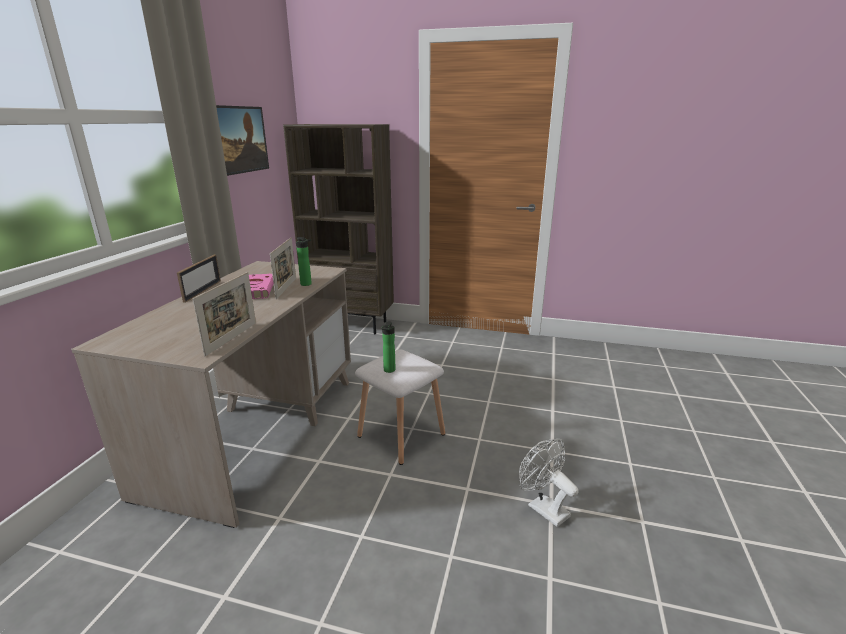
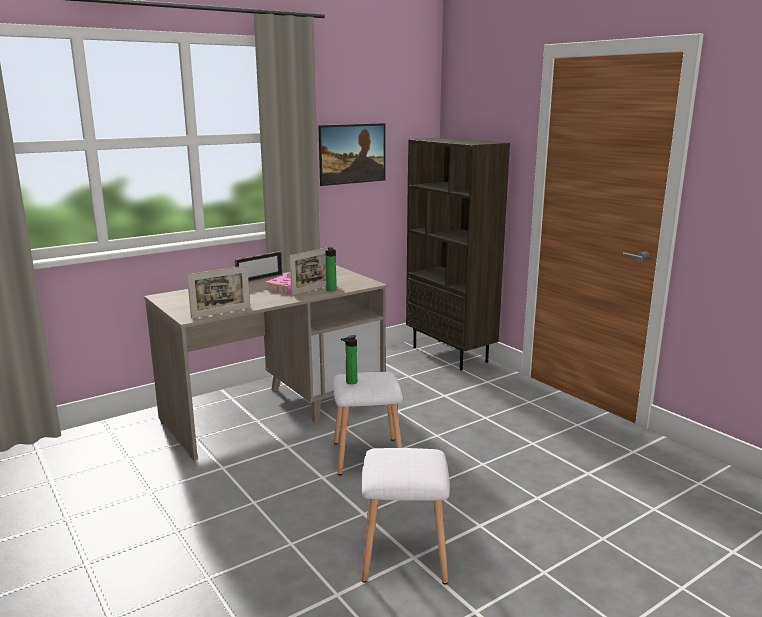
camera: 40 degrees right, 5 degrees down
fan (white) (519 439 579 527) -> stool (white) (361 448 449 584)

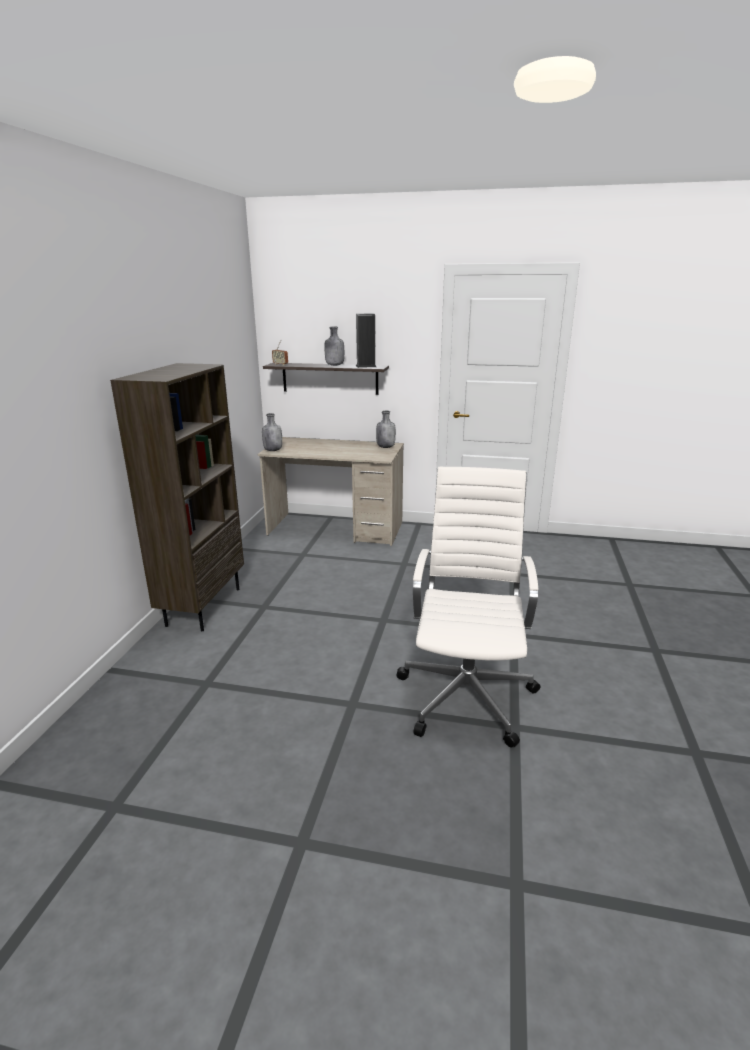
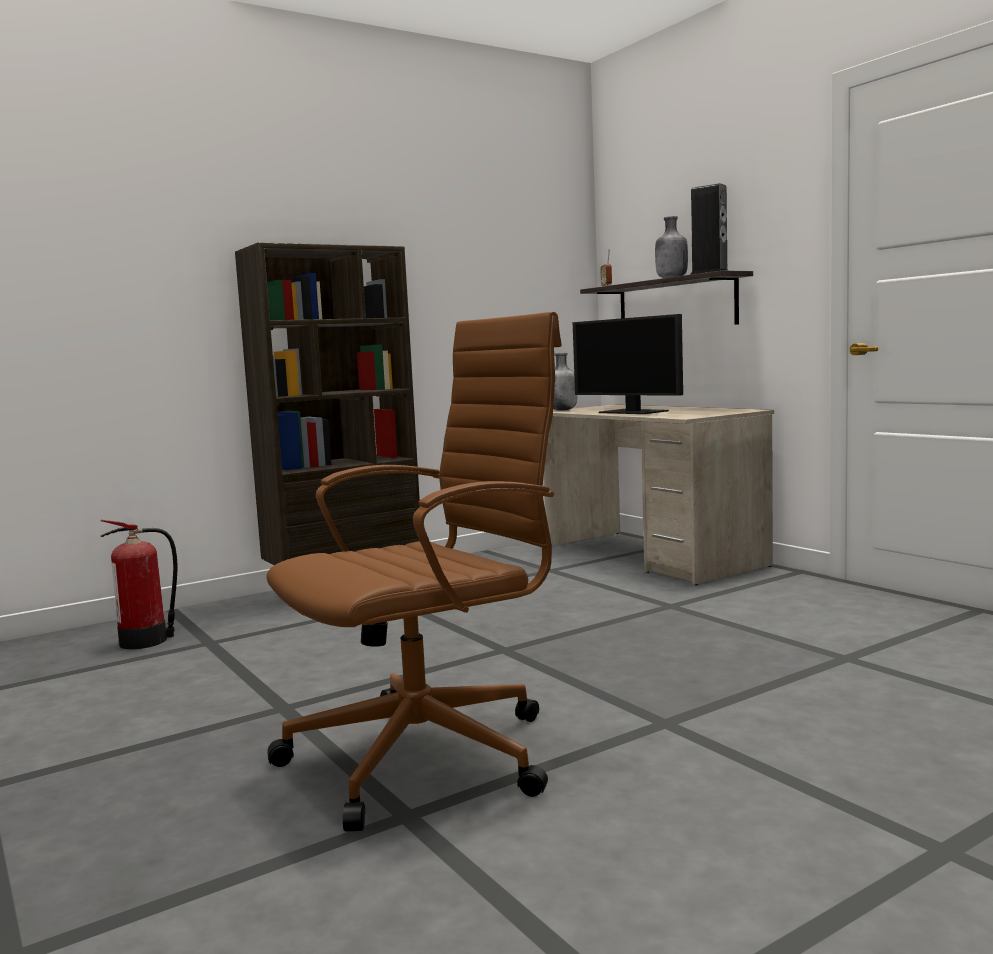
camera: 45 degrees right, 15 degrees down
bottle (greyish) (376 411 396 448) -> none
computer chair (white) (396 466 540 747) -> computer chair (brownish) (266 312 562 832)
none -> fire-fighting cylinder (100 520 178 649)
none -> computer screen (573 314 683 414)

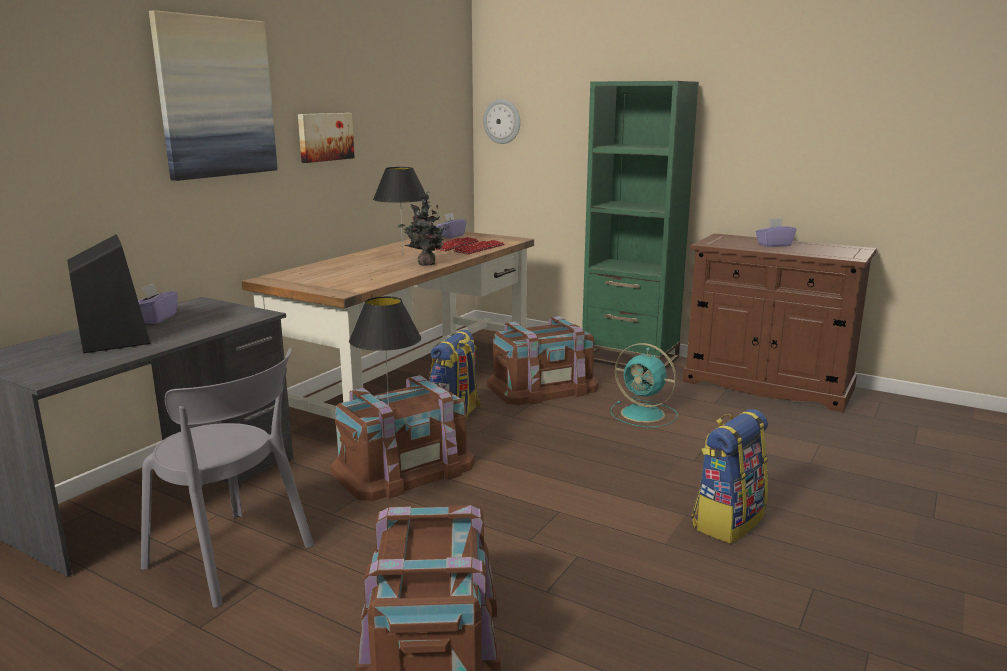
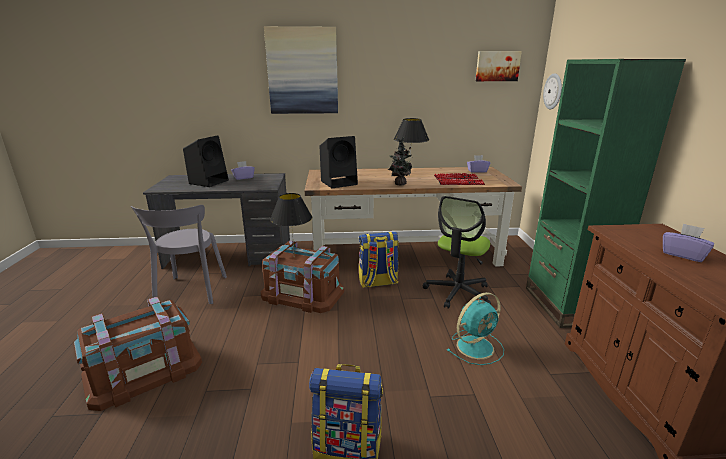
camera: 55 degrees right, 5 degrees up
wall art (298 113 355 163) -> wall art (475 51 522 81), shifted
storage container (brownish) (487 316 599 405) -> computer chair (423 196 491 309)
fan (turquoise-coloured) (610 343 678 427) -> fan (turquoise-coloured) (447 292 504 365), 120 degrees counterclockwise
none -> speaker (blackish) (320 136 358 188)

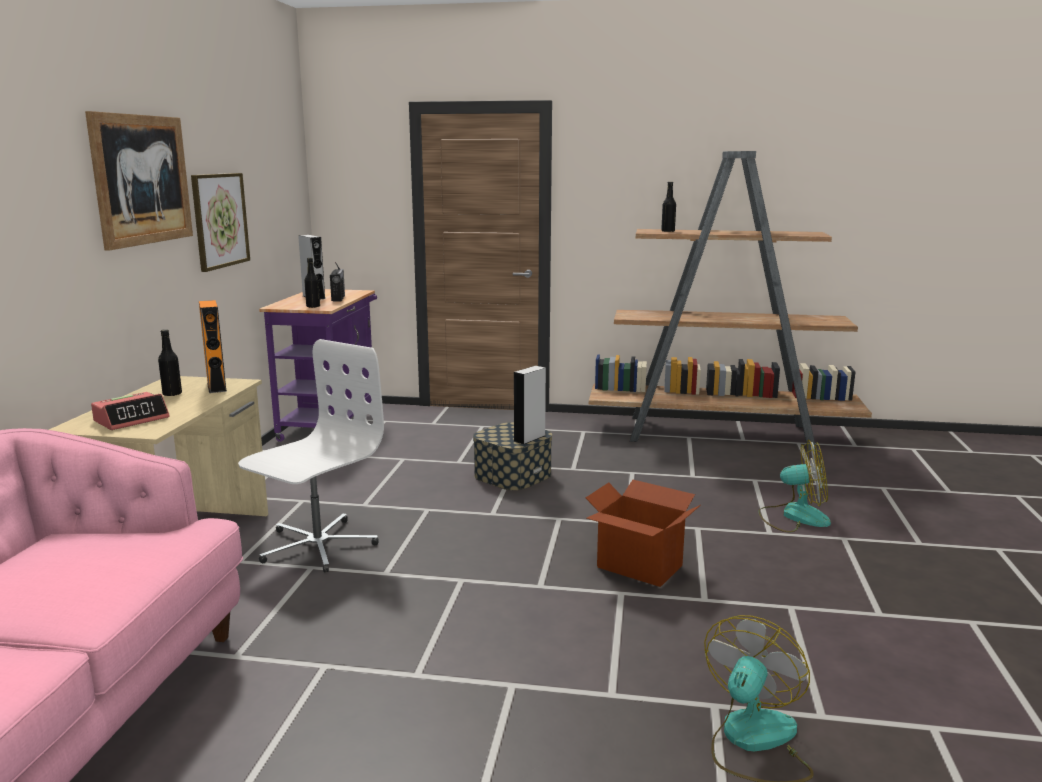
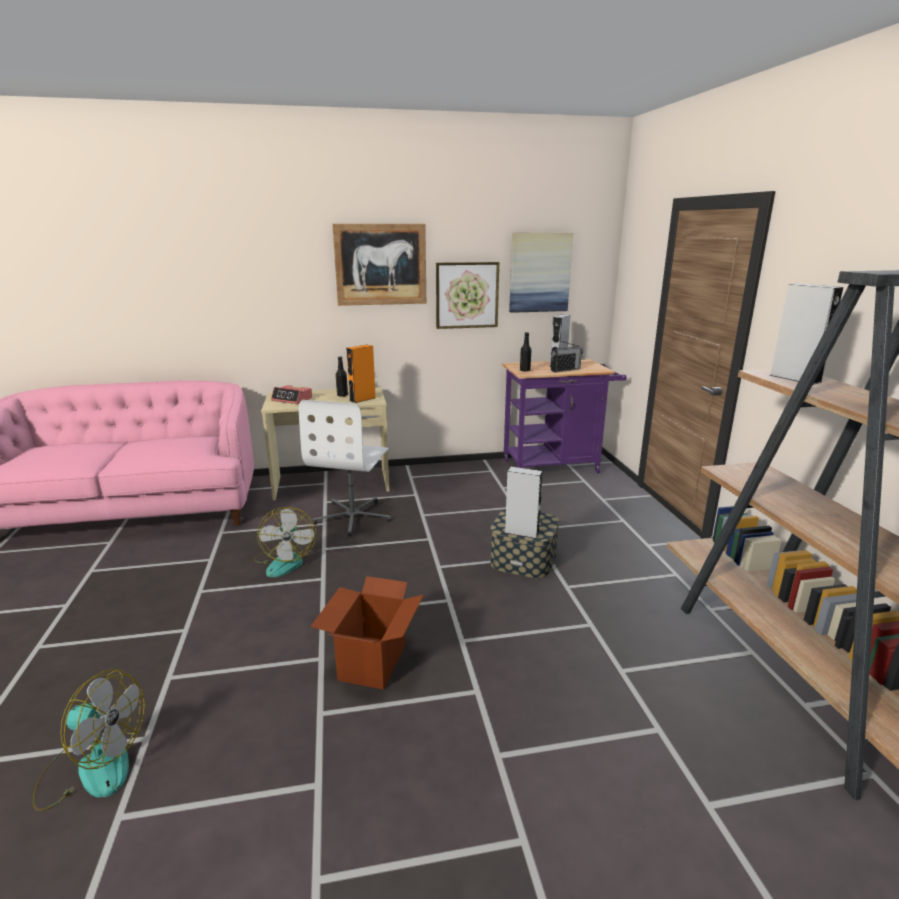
camera: 70 degrees right, 5 degrees up
computer chair (white) (238 339 384 572) -> computer chair (white) (299 400 391 536), 90 degrees clockwise
bottle (blackish) (661 182 676 232) -> speaker (greyish) (769 284 843 385)
fan (758 440 831 532) -> fan (254 507 316 577), shifted
none -> wall art (509 233 573 313)

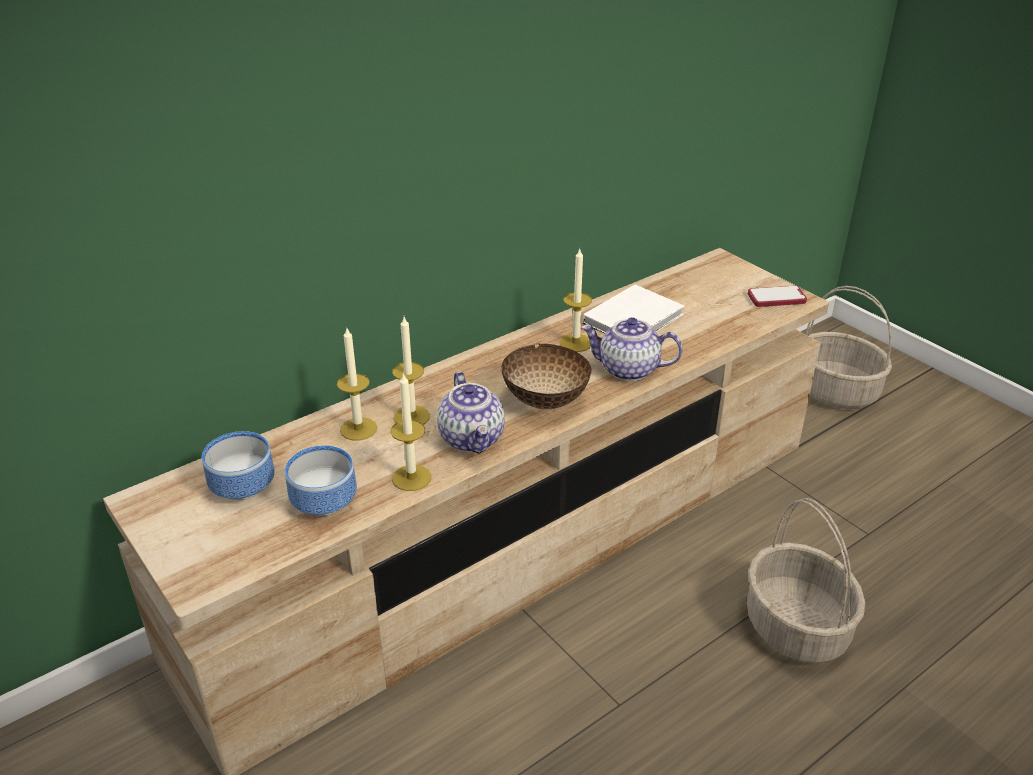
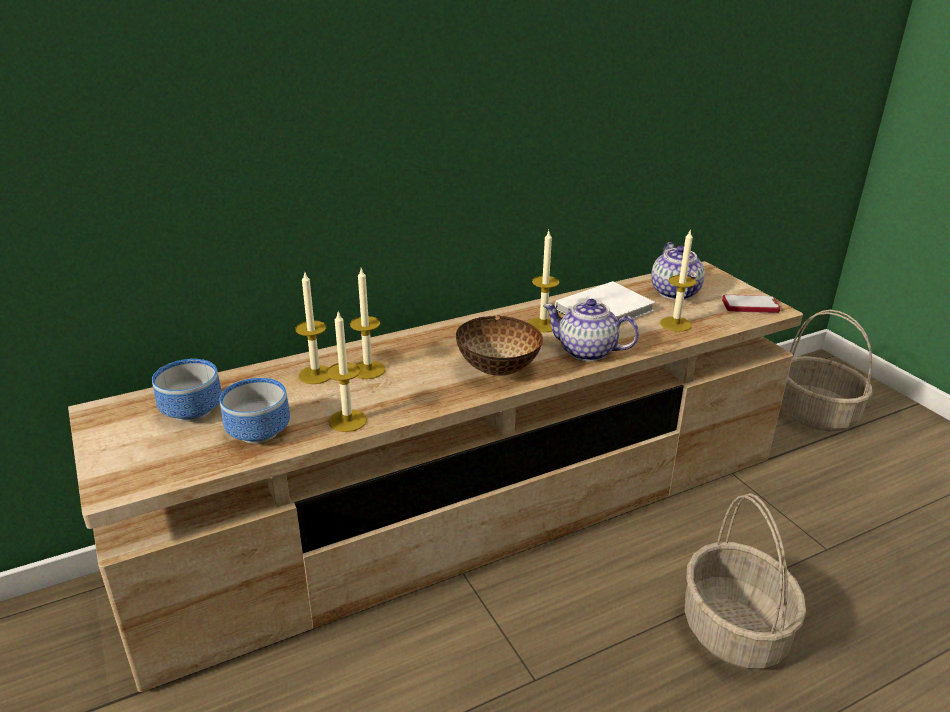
camera: 10 degrees right, 5 degrees down
pot for tea (437 372 505 454) -> pot for tea (651 242 705 300), shifted
none -> wax light (660 229 696 332)

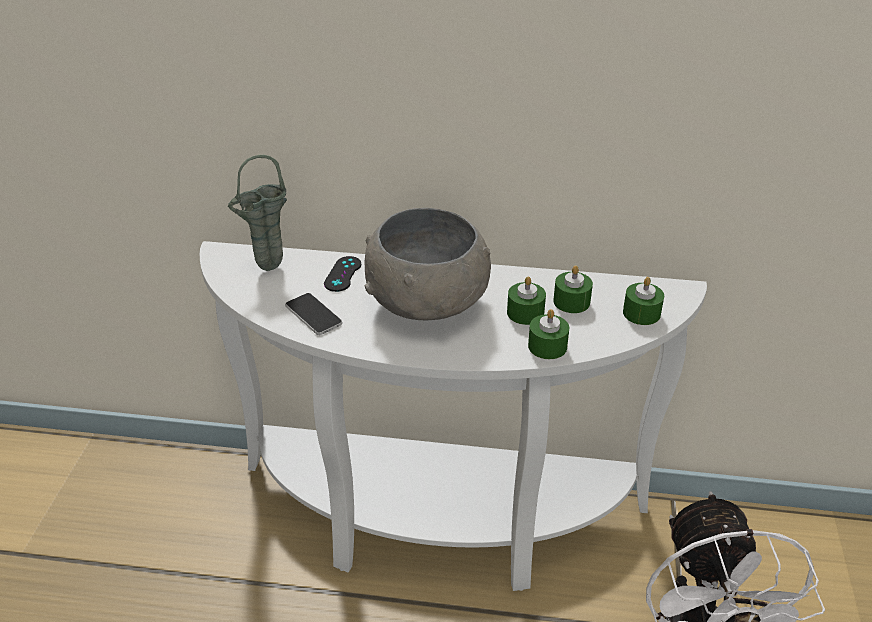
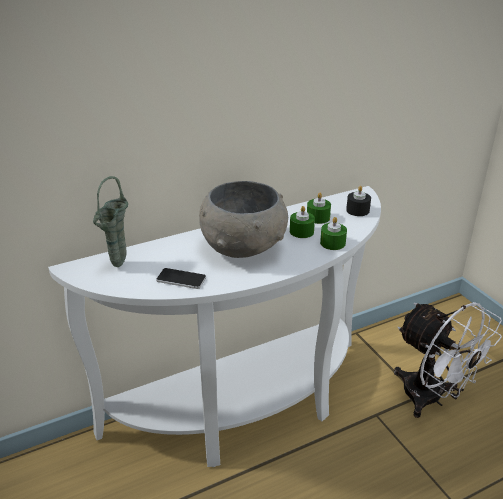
camera: 35 degrees left, 5 degrees down
gamepad (blackish) (324 256 361 292) -> none
wax light (green-coloured) (623 277 664 325) -> wax light (blackish) (346 186 371 216)

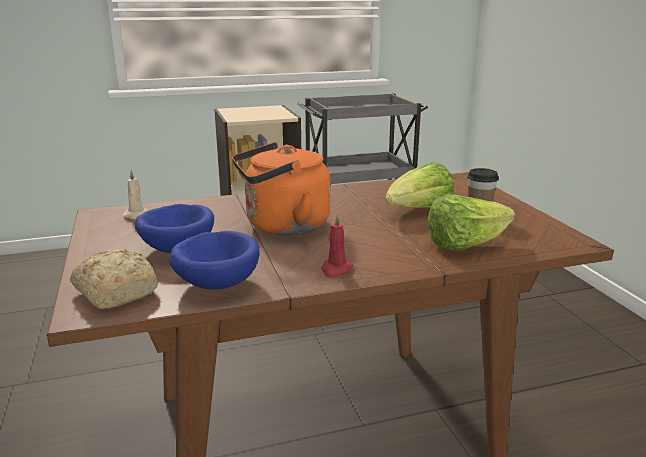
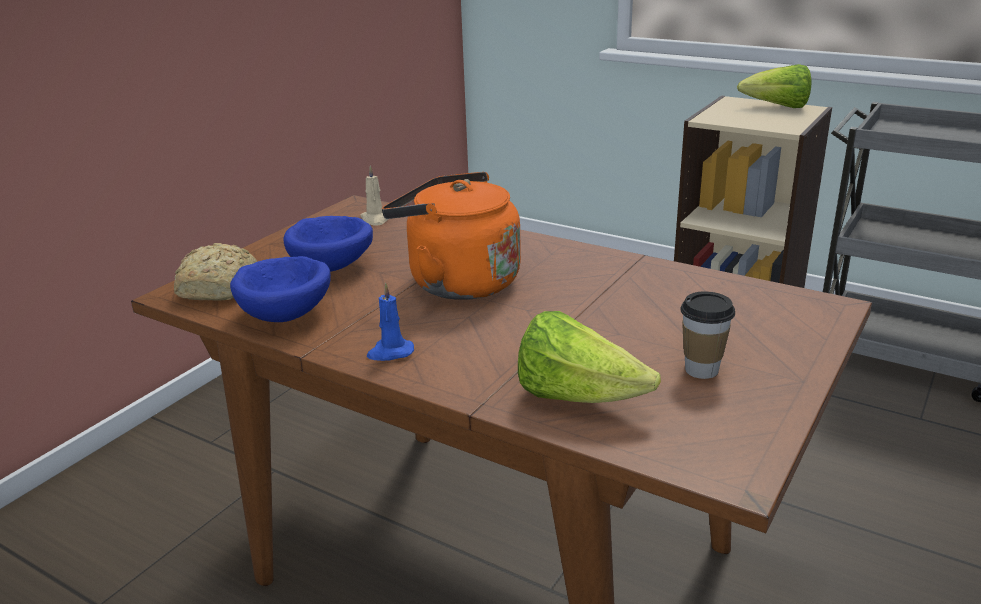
camera: 50 degrees right, 5 degrees up
wax light (red-coloured) (321 213 354 278) -> wax light (blue-coloured) (367 282 414 361)
head of lettuce (385 162 454 208) -> head of lettuce (737 64 812 108), shifted

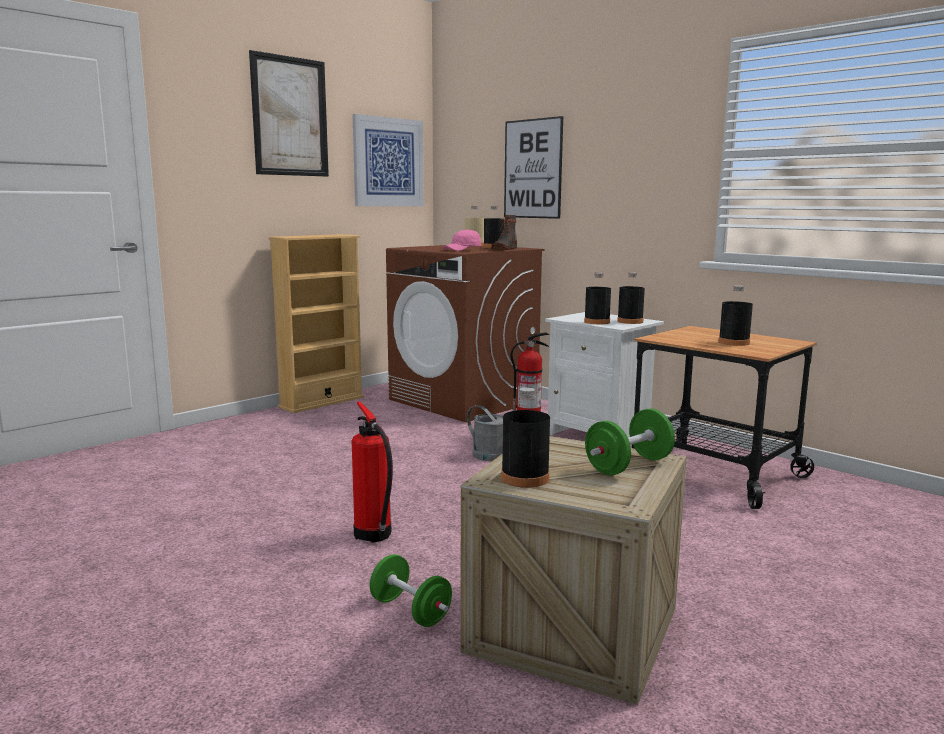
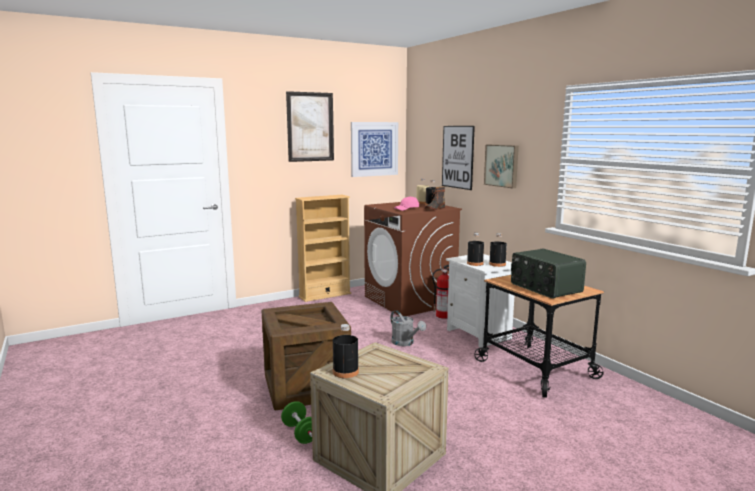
camera: 15 degrees right, 0 degrees up
fire-fighting cylinder (351 402 393 542) -> crate (262 302 351 411)
hand weight (green-coloured) (585 409 675 476) -> none
bottle (blackish) (719 286 753 346) -> radio receiver (511 249 586 298)
none -> wall art (484 145 519 188)

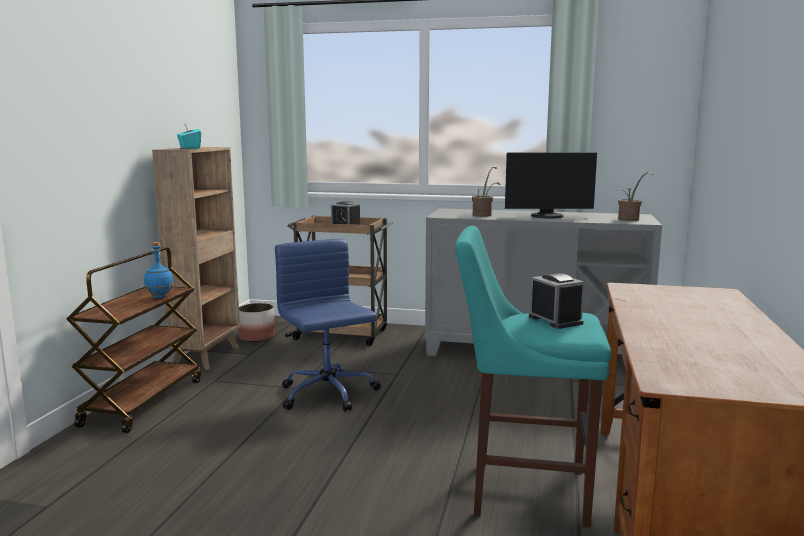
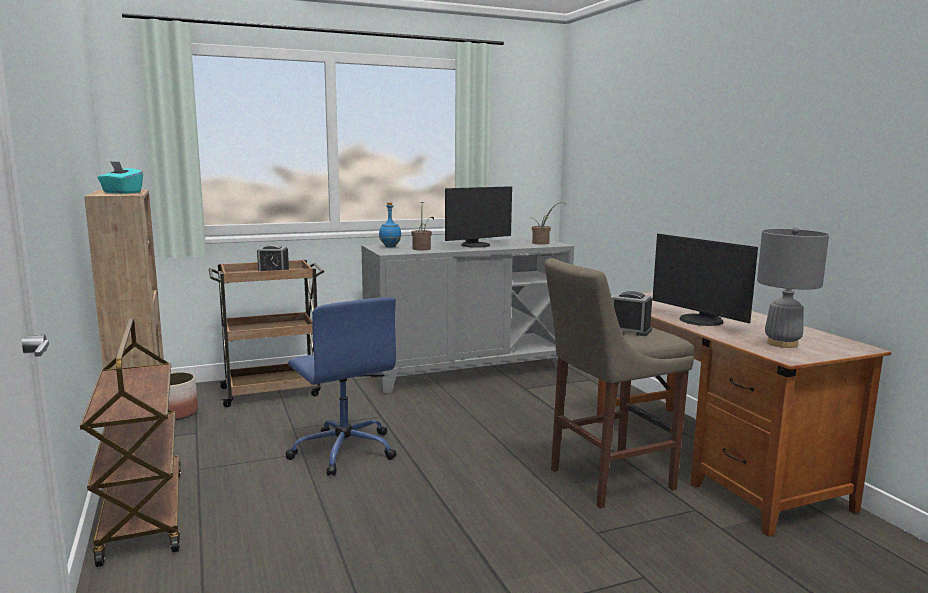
camera: 35 degrees left, 0 degrees up
bottle (blue-coloured) (144 242 174 298) -> bottle (blue-coloured) (379 202 402 248), shifted
computer chair (blue-coloured) (275 239 381 412) -> computer chair (blue-coloured) (285 297 397 476), 150 degrees counterclockwise
stool (turquoise-coloured) (455 226 611 527) -> stool (beige-coloured) (544 258 694 509)
none -> computer screen (652 234 758 326)
none -> table lamp (greyish) (757 227 829 348)

